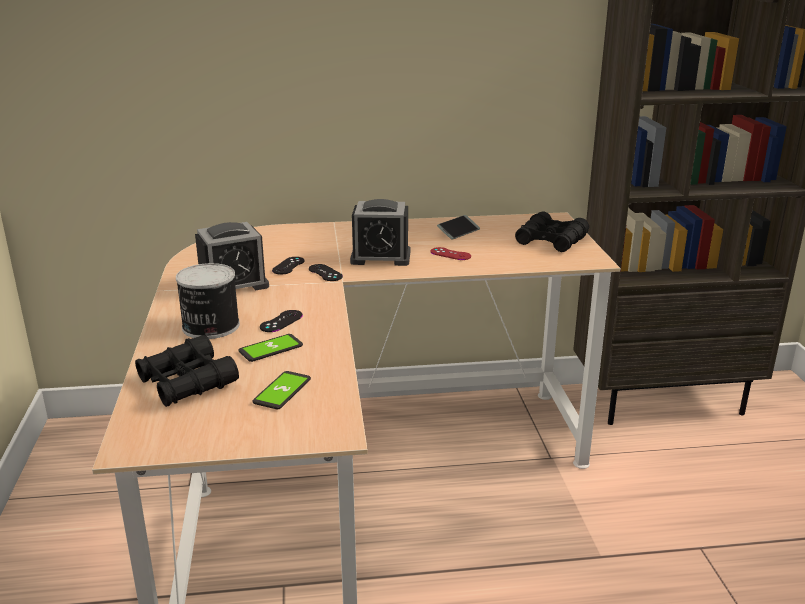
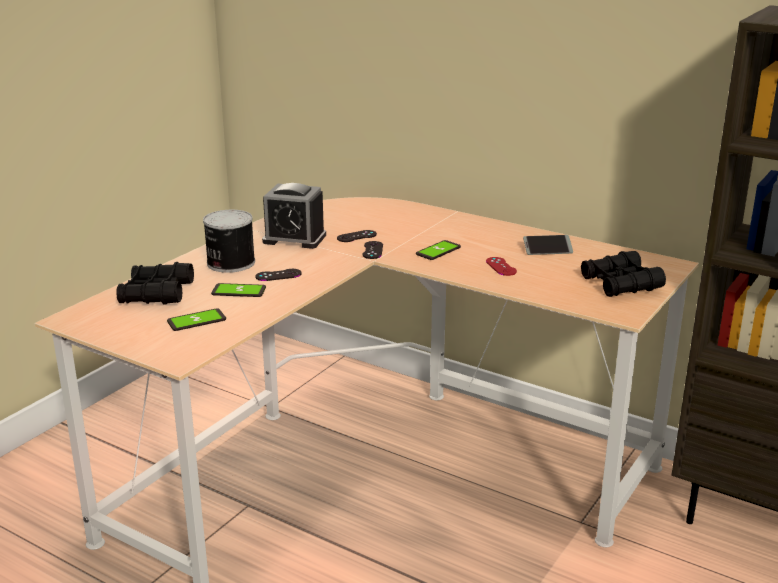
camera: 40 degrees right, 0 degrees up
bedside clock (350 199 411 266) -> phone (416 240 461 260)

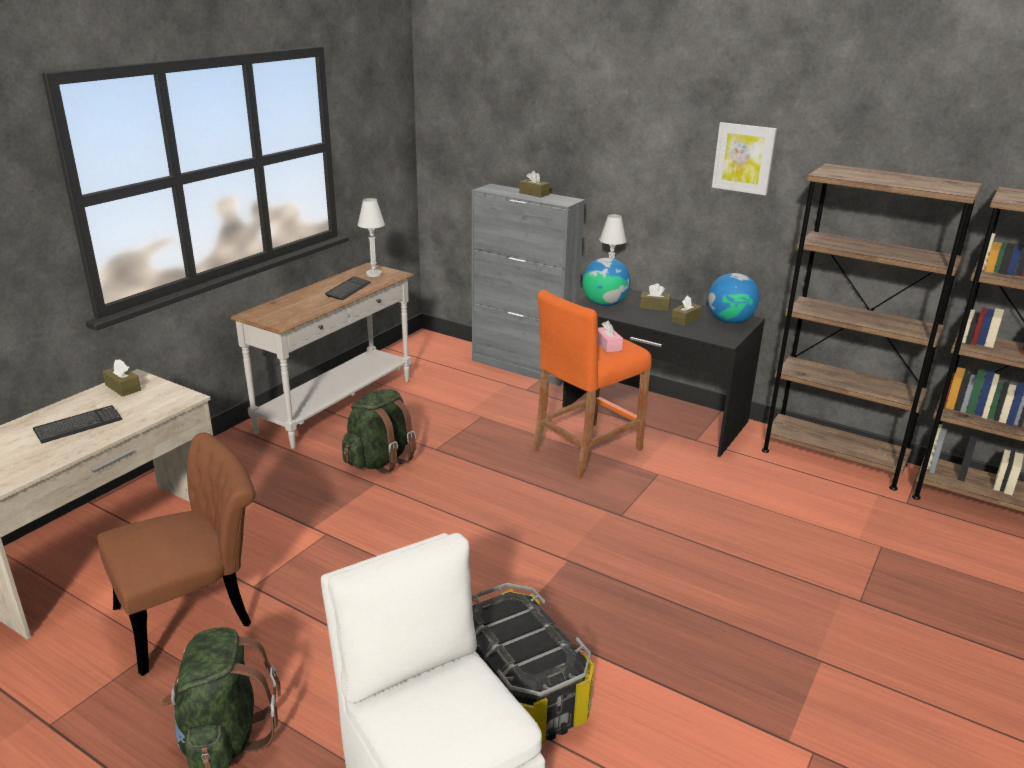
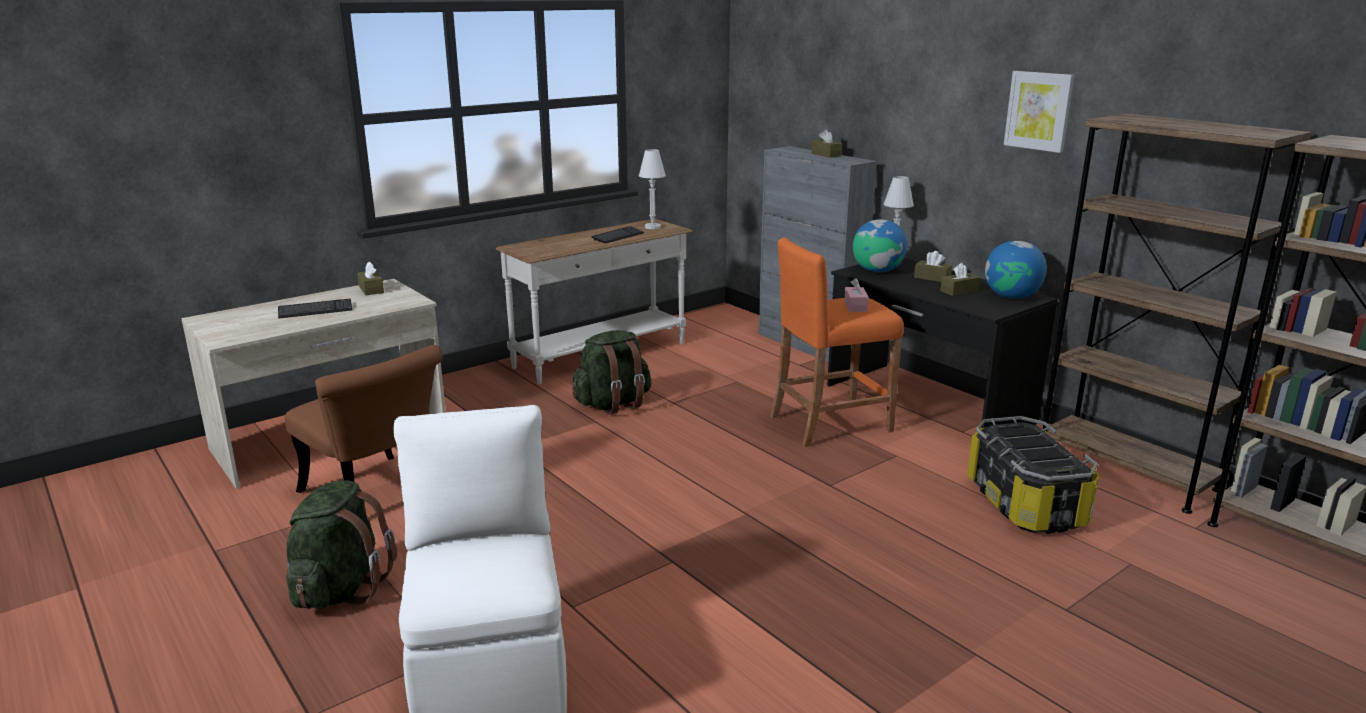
camera: 20 degrees right, 5 degrees down
upright chair (brownish) (97 432 256 676) -> upright chair (brownish) (285 345 443 493), 60 degrees clockwise
storage container (471 583 594 743) -> storage container (967 416 1100 534), shifted

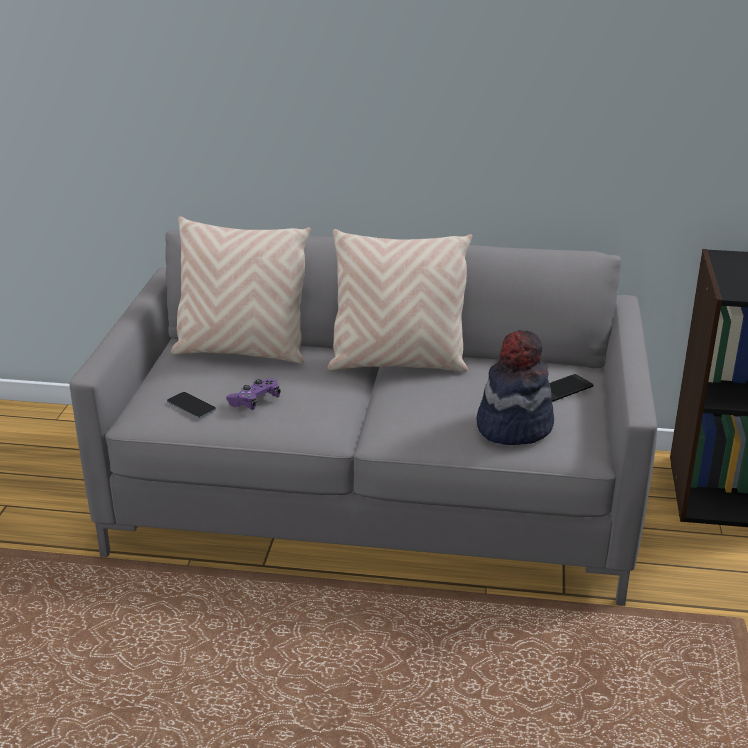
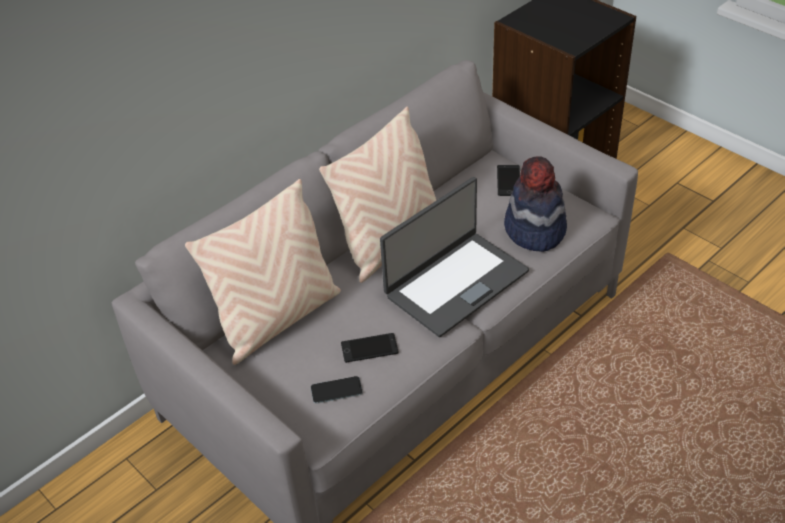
camera: 50 degrees left, 15 degrees up
gamepad (purple-coloured) (226 379 281 410) -> phone (341 333 399 363)
none -> portable computer (380 177 529 337)

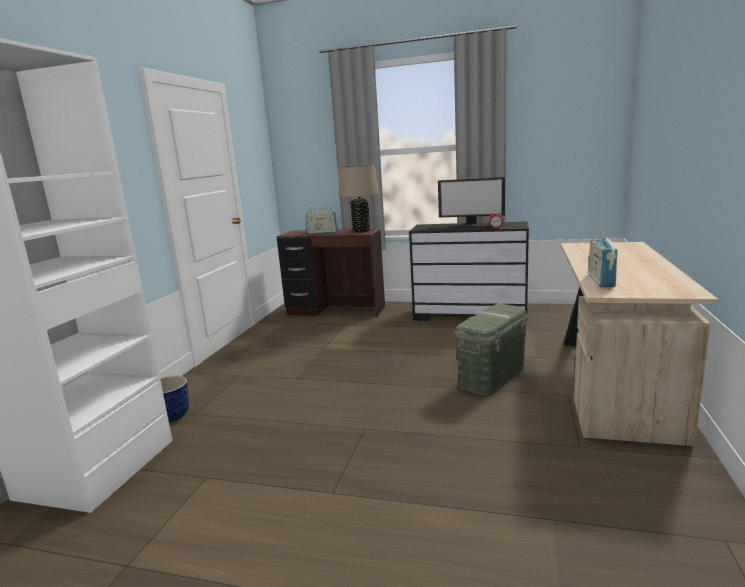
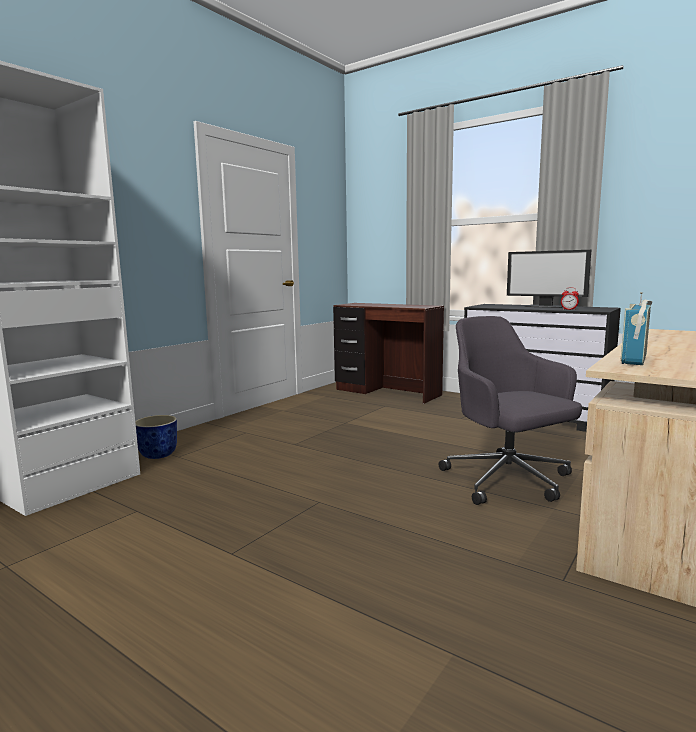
camera: 20 degrees right, 5 degrees down
radio receiver (306 209 338 234) -> none
table lamp (beige-coloured) (339 165 379 232) -> none
storage container (green-coloured) (455 304 527 396) -> computer chair (greyish) (439 316 582 505)

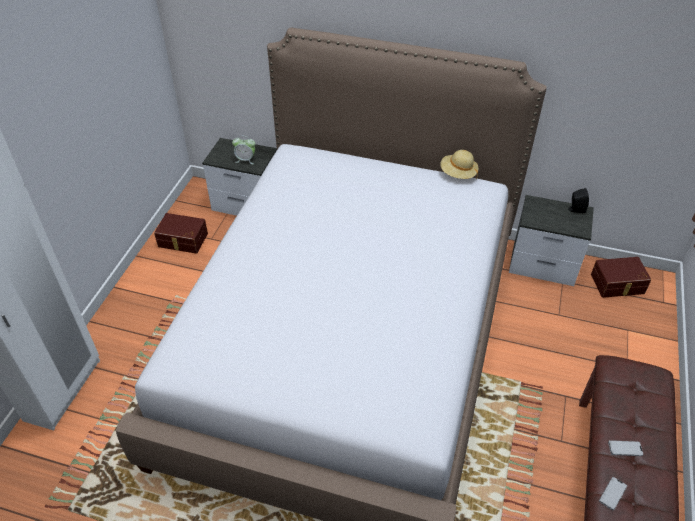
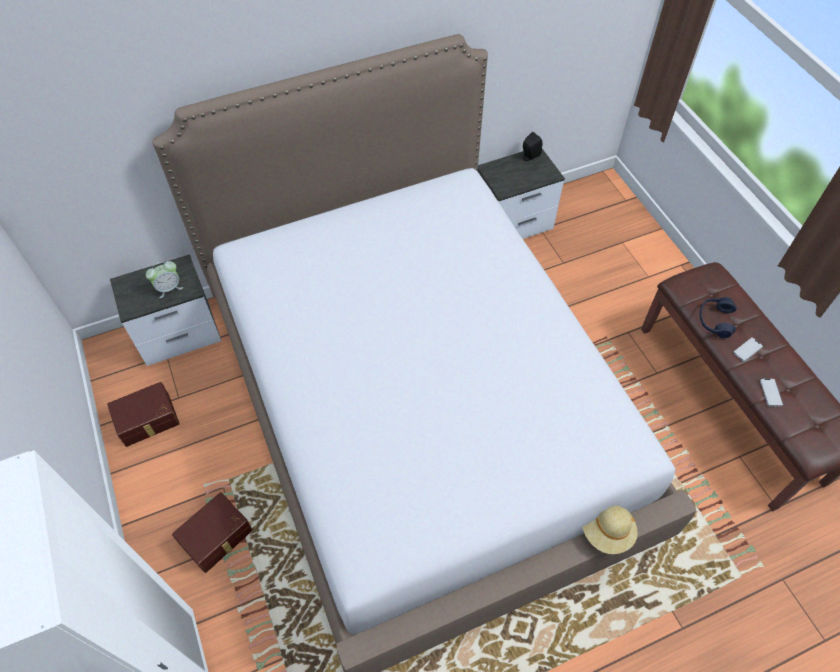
camera: 40 degrees left, 10 degrees up
wearable hat (beige-coloured) (440 150 478 179) -> wearable hat (beige-coloured) (582 505 638 554), shifted
storage container (brownish) (591 257 651 298) -> storage container (brownish) (172 492 253 573), shifted
none -> pair of headphones (blue-coloured) (700 297 737 338)

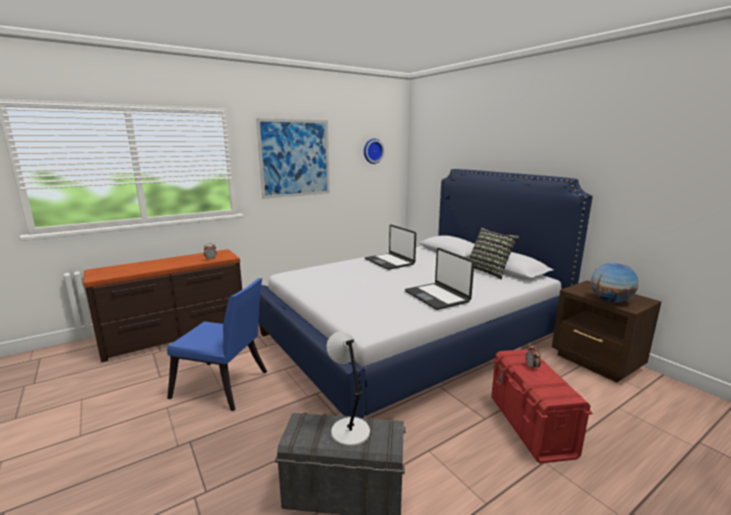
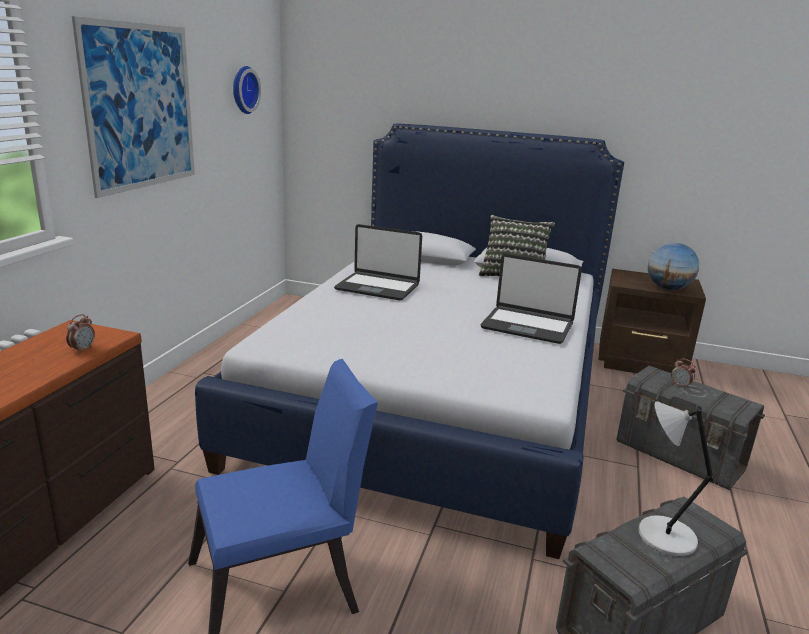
camera: 40 degrees left, 5 degrees up
storage container (red-coloured) (491 349 592 464) -> storage container (greyish) (616 366 765 490)

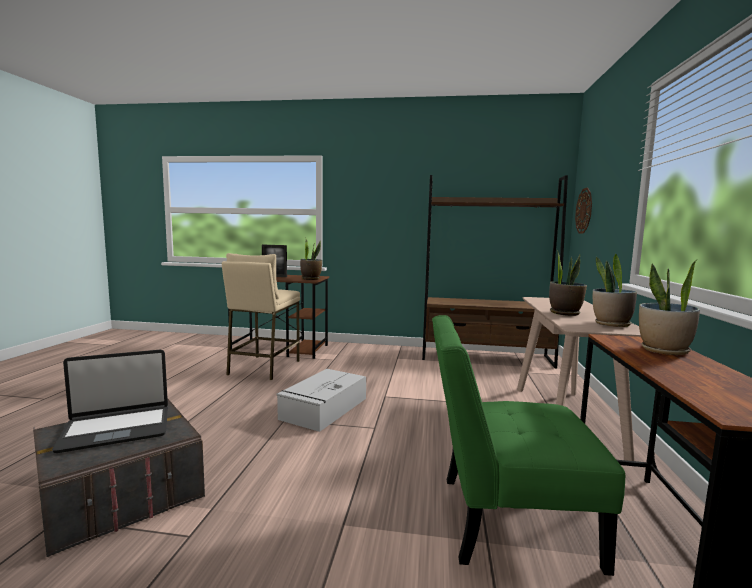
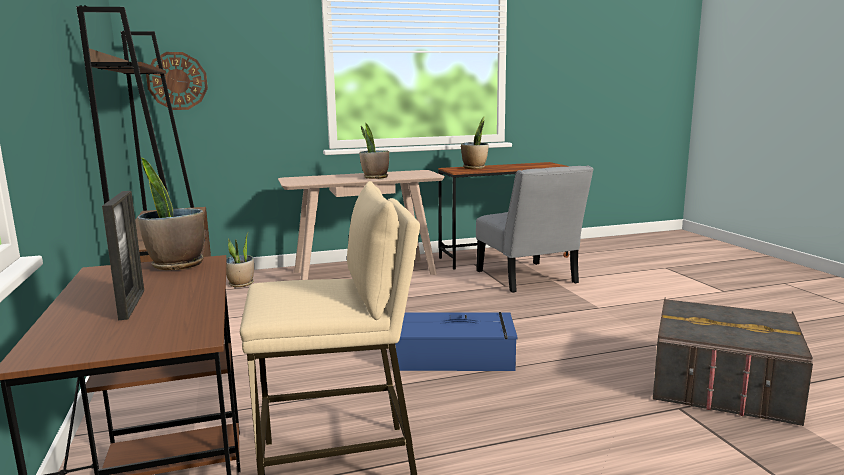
camera: 115 degrees left, 5 degrees up
portable computer (52 350 168 453) -> none
storage container (greyish) (276 369 366 432) -> storage container (blue-coloured) (395 312 518 371)
upright chair (green-coloured) (432 315 625 576) -> upright chair (greyish) (476 166 594 293)
houseplant (593 253 637 327) -> houseplant (226 233 254 287), shifted

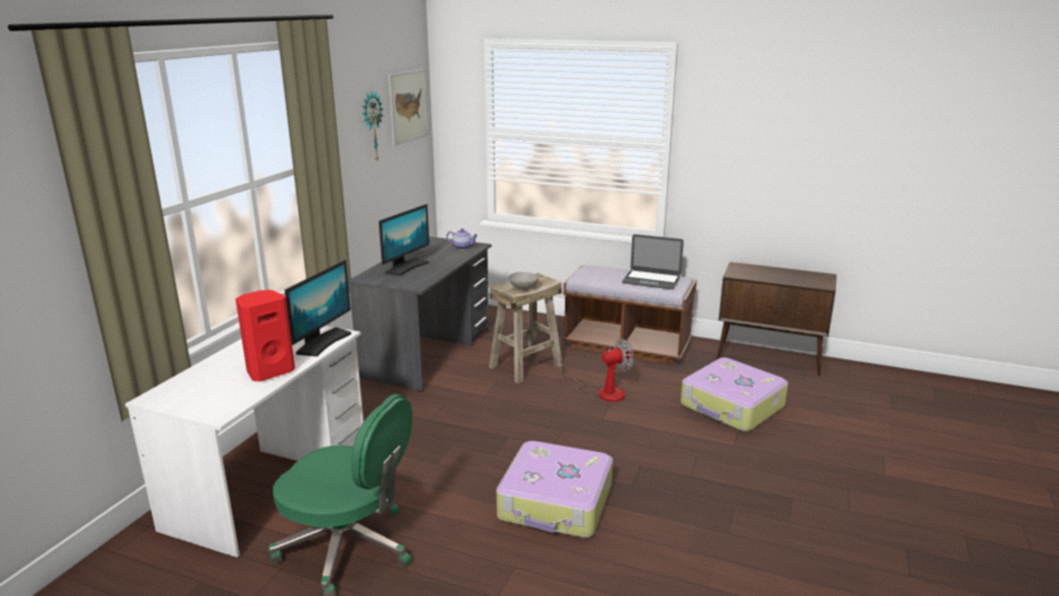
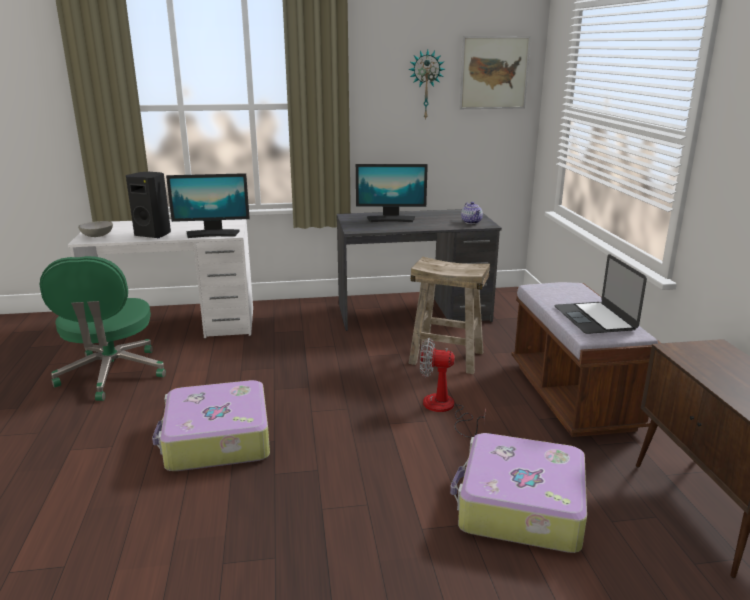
camera: 60 degrees right, 0 degrees up
speaker (red-coloured) (236 290 295 382) -> speaker (blackish) (126 172 171 238)
bowl (greyish) (508 272 539 289) -> bowl (greyish) (78 221 113 237), shifted
fan (557 339 634 402) -> fan (420 338 486 438), 150 degrees clockwise

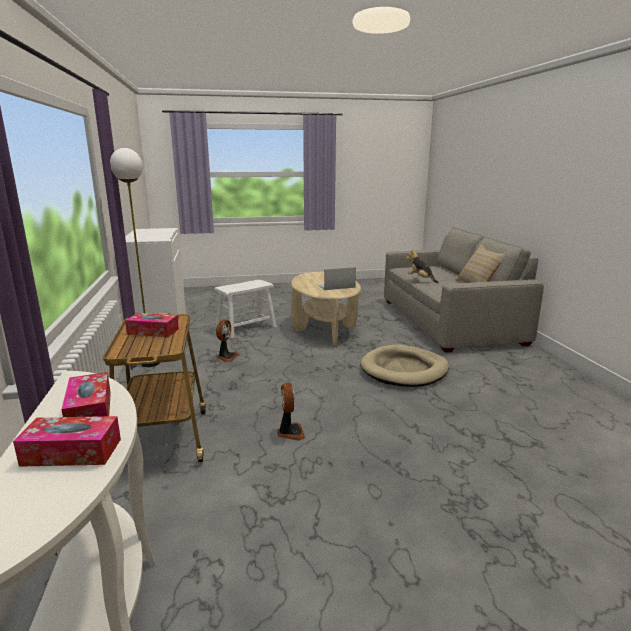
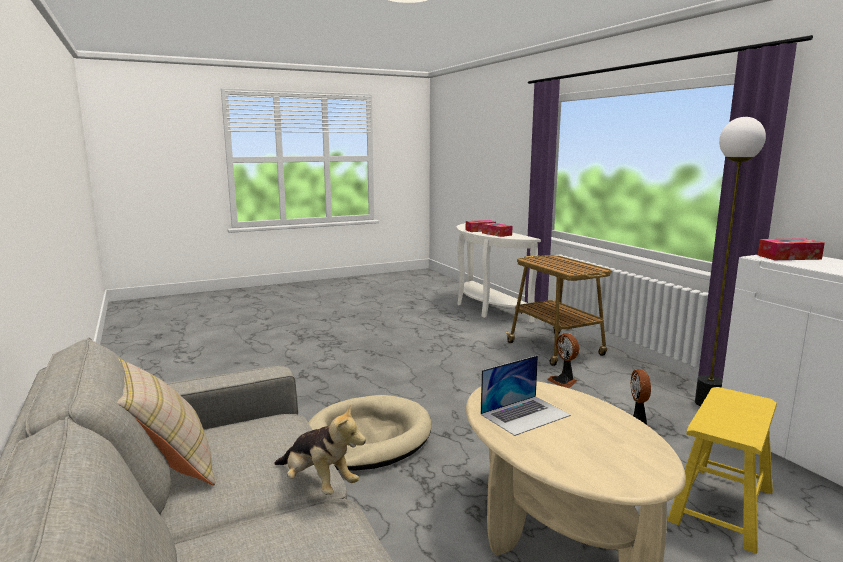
camera: 165 degrees right, 5 degrees down
box of tissues (125 313 179 337) -> box of tissues (758 238 825 260), shifted
stool (white) (214 280 277 338) -> stool (yellow) (667 387 777 554)
fan (277 383 305 440) -> fan (547 333 579 388), shifted

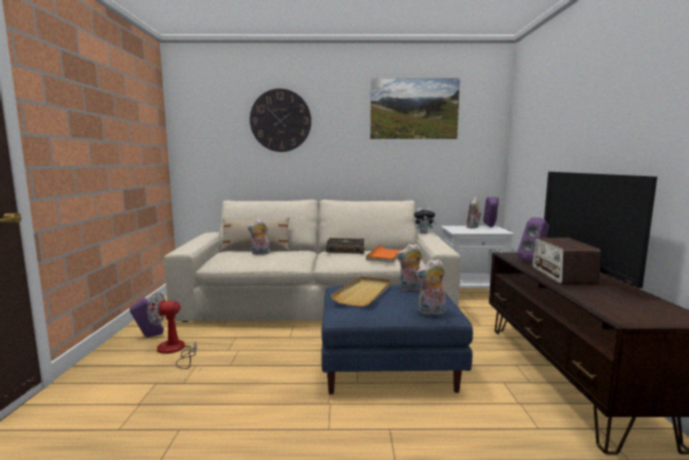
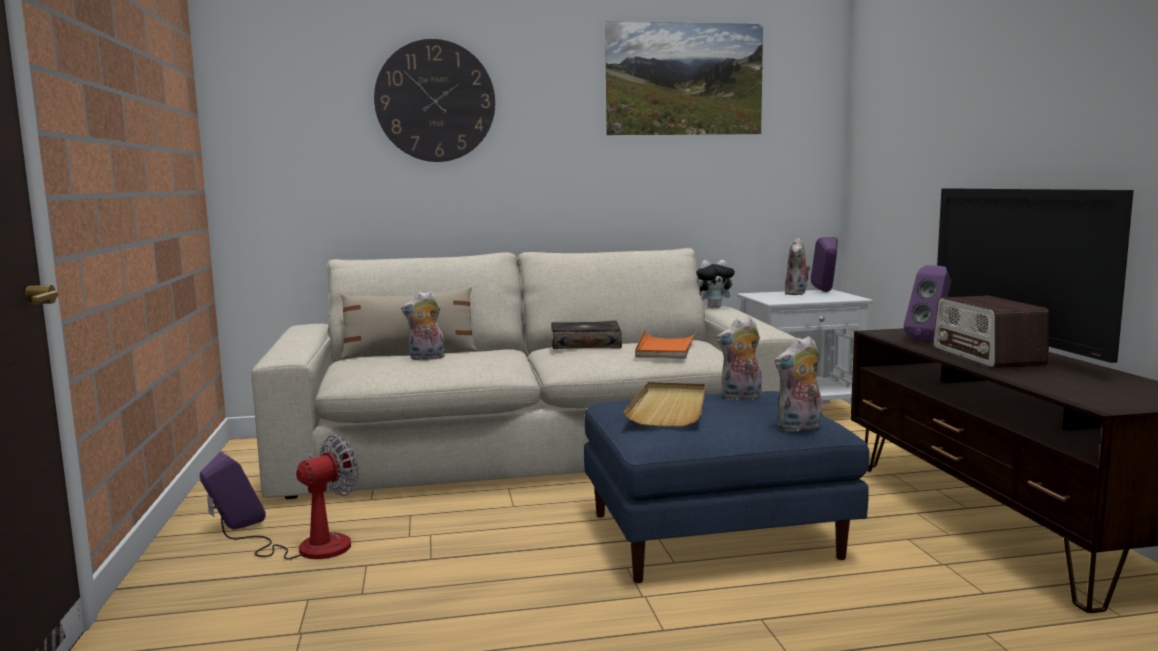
camera: 10 degrees left, 0 degrees up
fan (147 292 197 369) -> fan (207 435 359 560), 150 degrees clockwise

